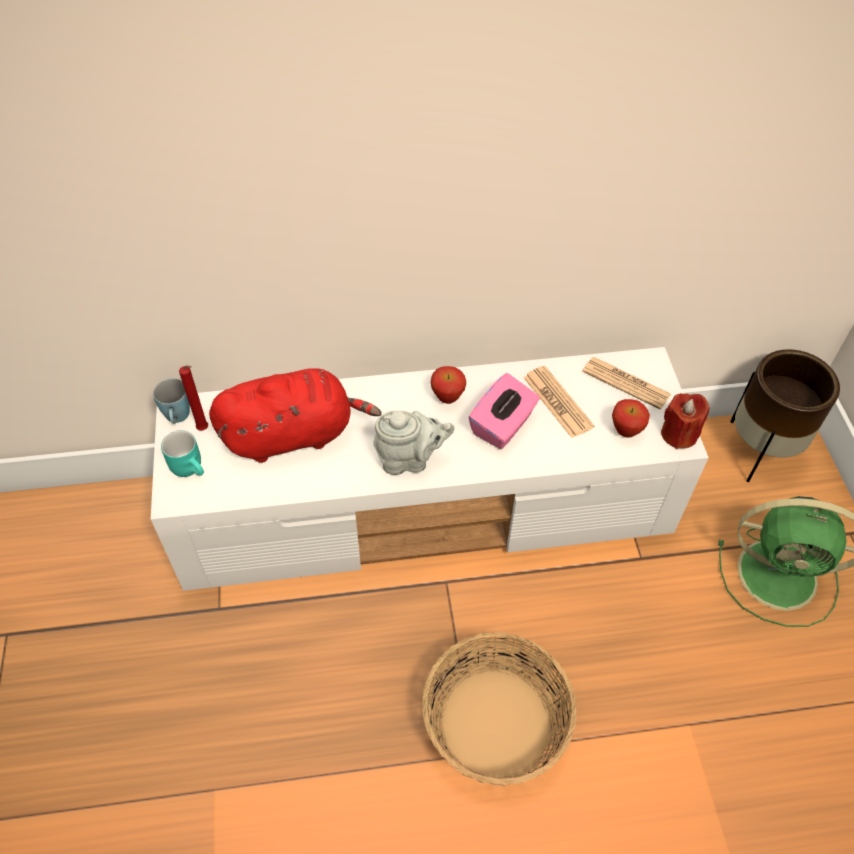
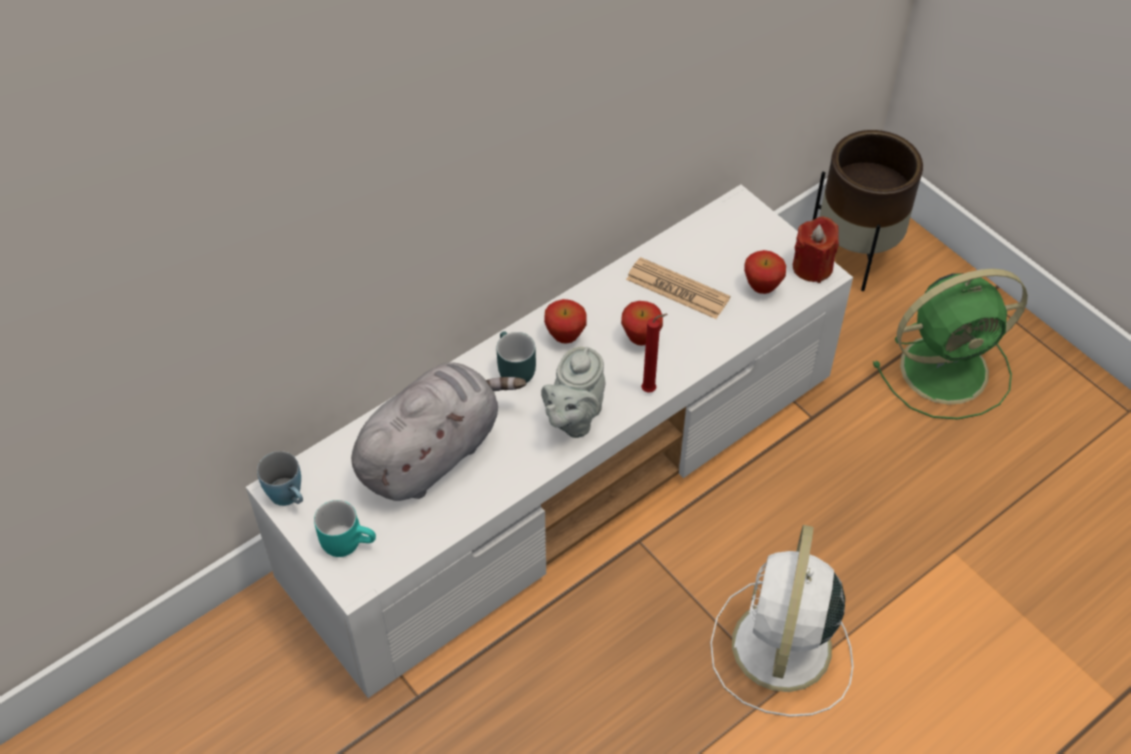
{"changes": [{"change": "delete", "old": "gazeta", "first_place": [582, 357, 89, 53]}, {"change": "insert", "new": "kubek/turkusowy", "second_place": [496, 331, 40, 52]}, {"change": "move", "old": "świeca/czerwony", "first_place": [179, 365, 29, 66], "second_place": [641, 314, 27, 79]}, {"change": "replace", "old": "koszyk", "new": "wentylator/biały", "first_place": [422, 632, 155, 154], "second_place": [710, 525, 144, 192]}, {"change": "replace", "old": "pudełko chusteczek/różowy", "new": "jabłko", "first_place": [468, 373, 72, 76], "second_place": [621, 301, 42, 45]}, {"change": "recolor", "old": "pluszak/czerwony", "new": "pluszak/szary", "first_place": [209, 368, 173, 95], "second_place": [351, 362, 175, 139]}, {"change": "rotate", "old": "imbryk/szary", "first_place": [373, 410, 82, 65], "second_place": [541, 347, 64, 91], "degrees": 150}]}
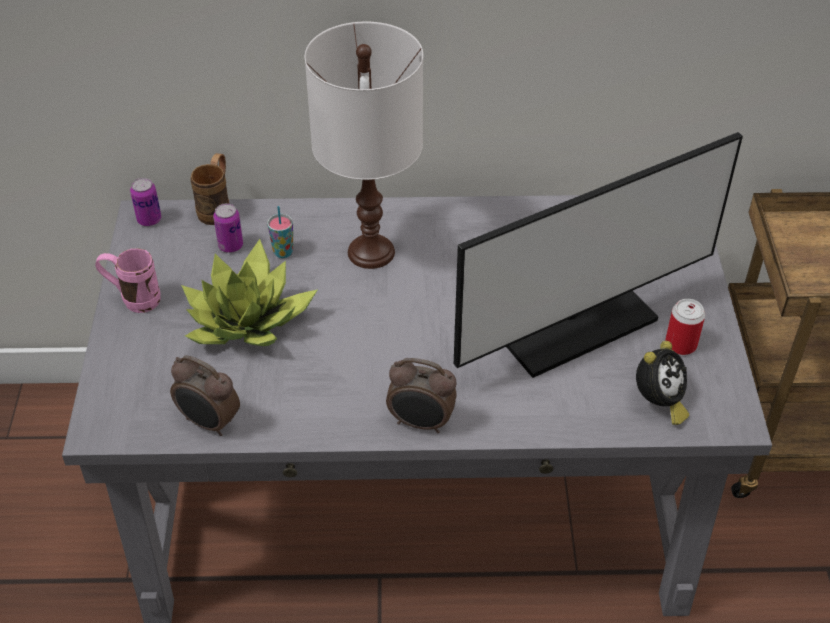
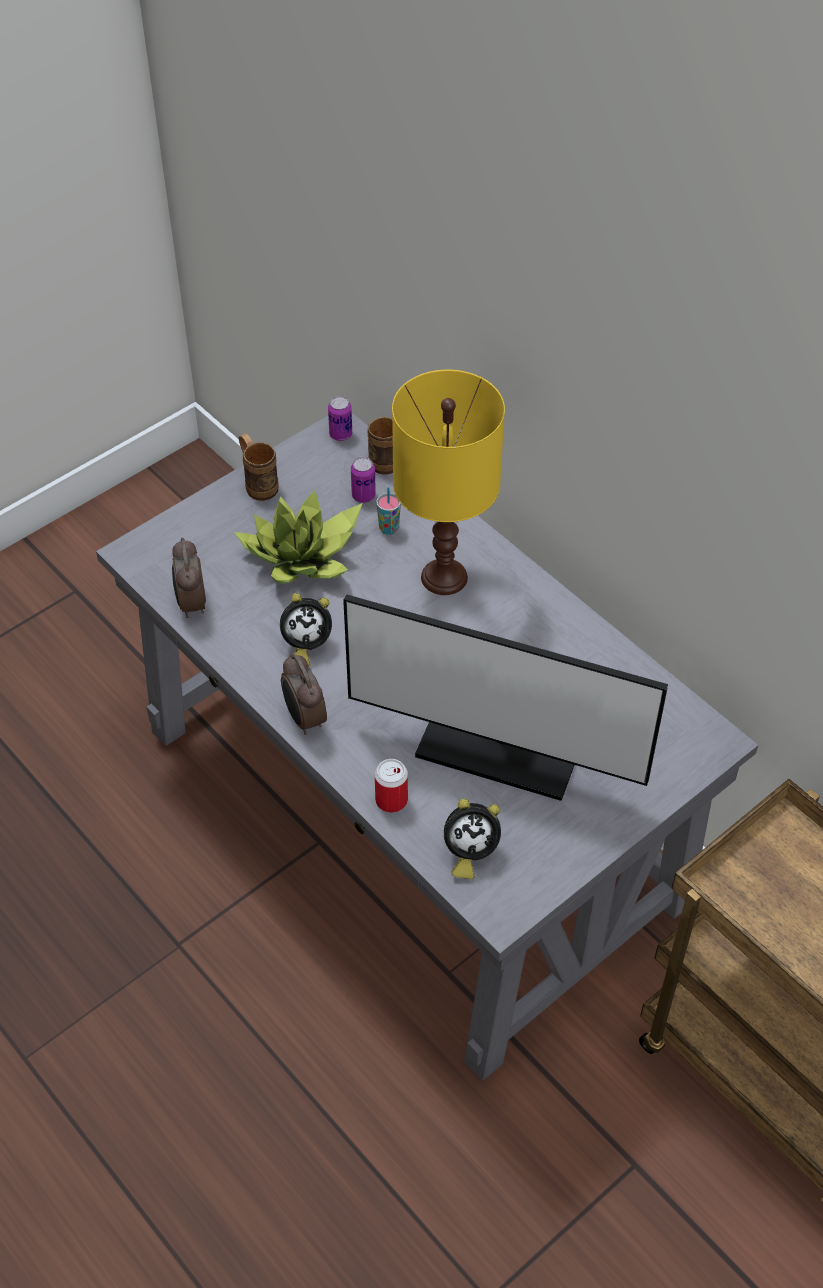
{"changes": [{"change": "insert", "new": "budzik", "second_place": [280, 593, 52, 74]}, {"change": "move", "old": "puszka", "first_place": [665, 299, 40, 56], "second_place": [375, 759, 33, 54]}, {"change": "recolor", "old": "kubek/różowy", "new": "kubek/brązowy", "first_place": [95, 248, 66, 65], "second_place": [239, 433, 40, 68]}, {"change": "recolor", "old": "lampa stołowa/biały", "new": "lampa stołowa/żółty", "first_place": [305, 22, 118, 247], "second_place": [392, 370, 113, 225]}]}
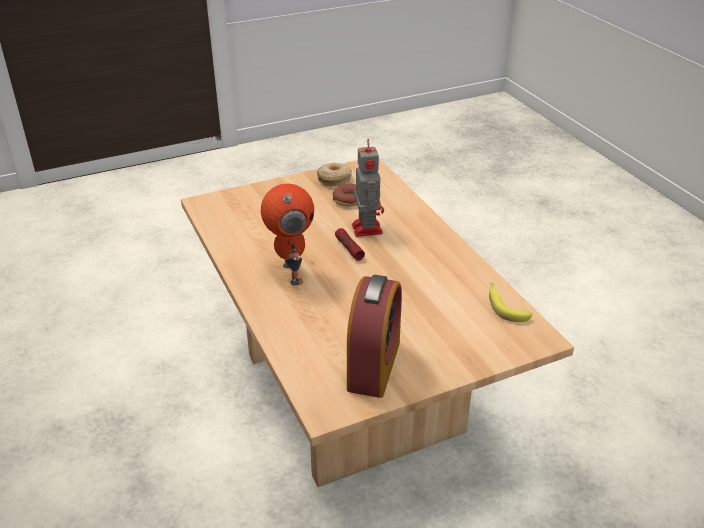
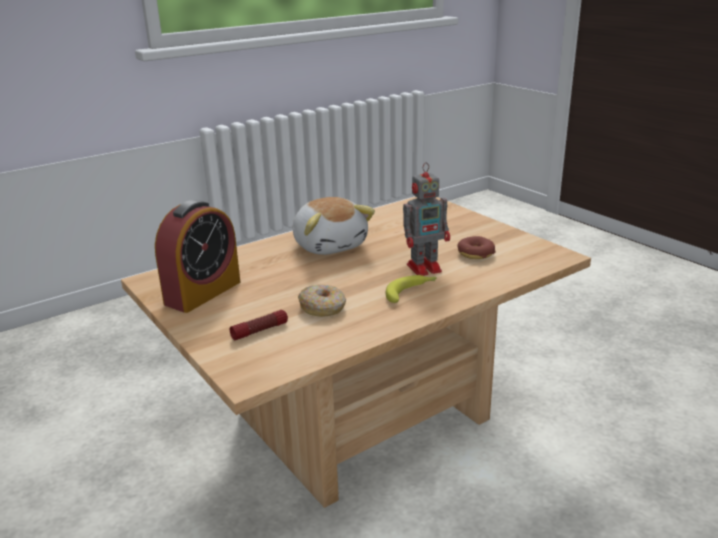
{"changes": [{"change": "move", "old": "donut", "first_place": [317, 163, 35, 23], "second_place": [298, 285, 48, 32]}, {"change": "move", "old": "latarka", "first_place": [335, 228, 30, 33], "second_place": [230, 310, 58, 30]}, {"change": "move", "old": "banan", "first_place": [489, 282, 43, 40], "second_place": [386, 275, 51, 28]}, {"change": "replace", "old": "robot zabawkowy", "new": "pluszak", "first_place": [261, 184, 53, 102], "second_place": [293, 197, 82, 58]}, {"change": "rotate", "old": "budzik", "first_place": [347, 275, 55, 123], "second_place": [155, 200, 85, 113], "degrees": -60}]}
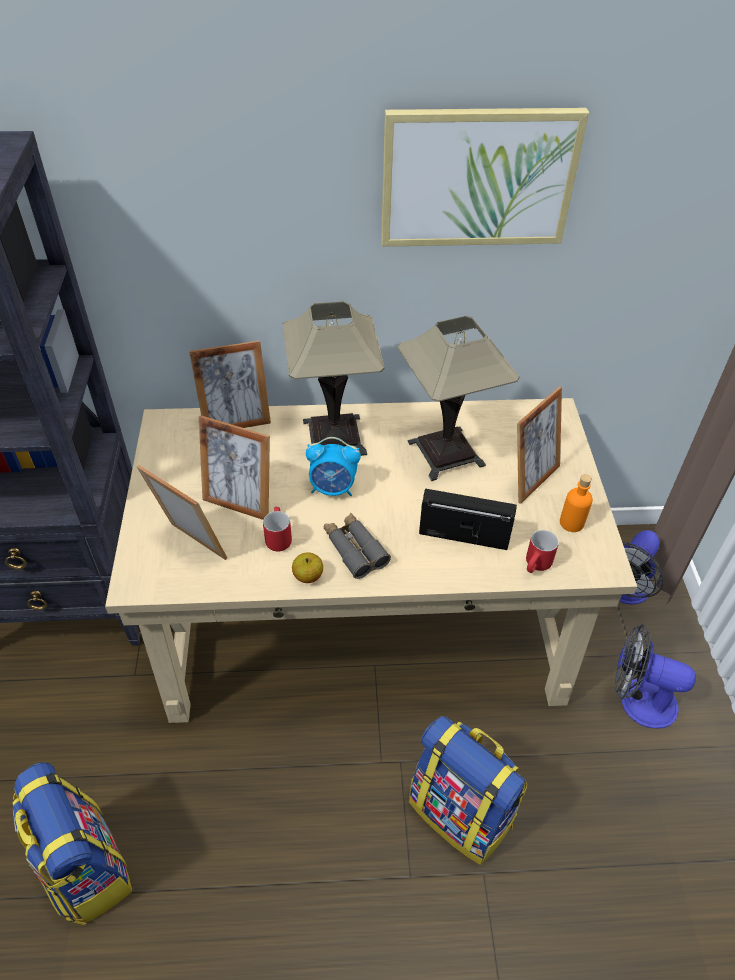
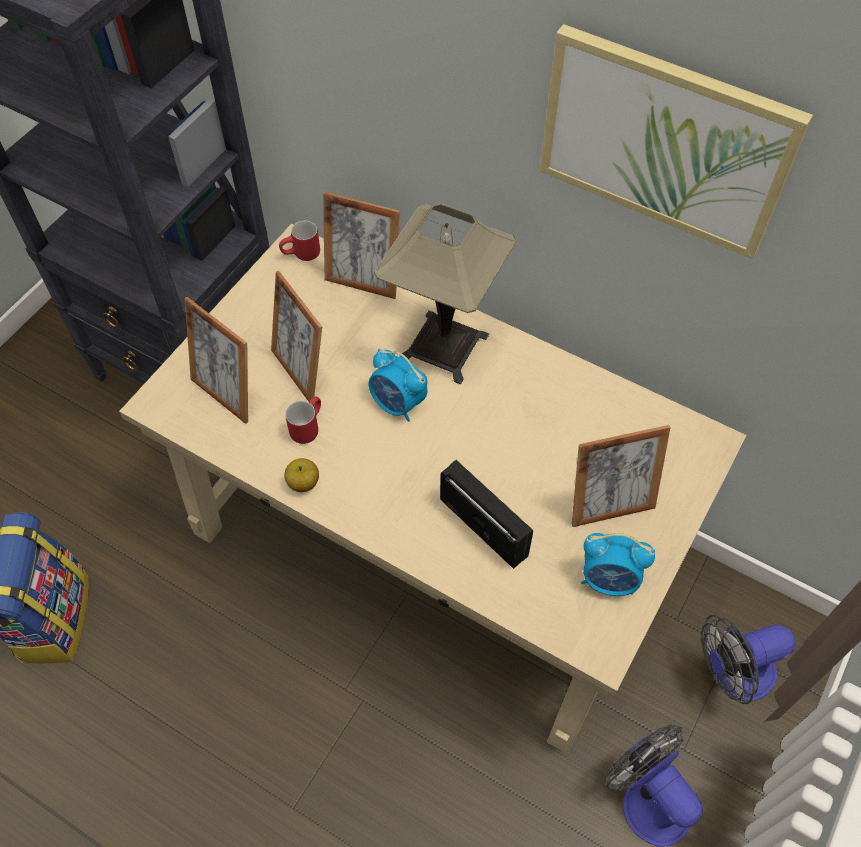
{"changes": [{"change": "delete", "old": "lornetka/szary", "first_place": [324, 513, 67, 66]}, {"change": "delete", "old": "lampa stołowa", "first_place": [397, 316, 123, 165]}, {"change": "delete", "old": "plecak", "first_place": [409, 716, 118, 149]}, {"change": "move", "old": "kubek/czerwony", "first_place": [526, 530, 33, 43], "second_place": [279, 221, 41, 40]}, {"change": "replace", "old": "butelka/pomarańczowy", "new": "budzik", "first_place": [560, 474, 33, 58], "second_place": [581, 533, 74, 63]}, {"change": "rotate", "old": "ramka na zdjęcie", "first_place": [137, 465, 90, 95], "second_place": [185, 297, 63, 127], "degrees": 150}]}
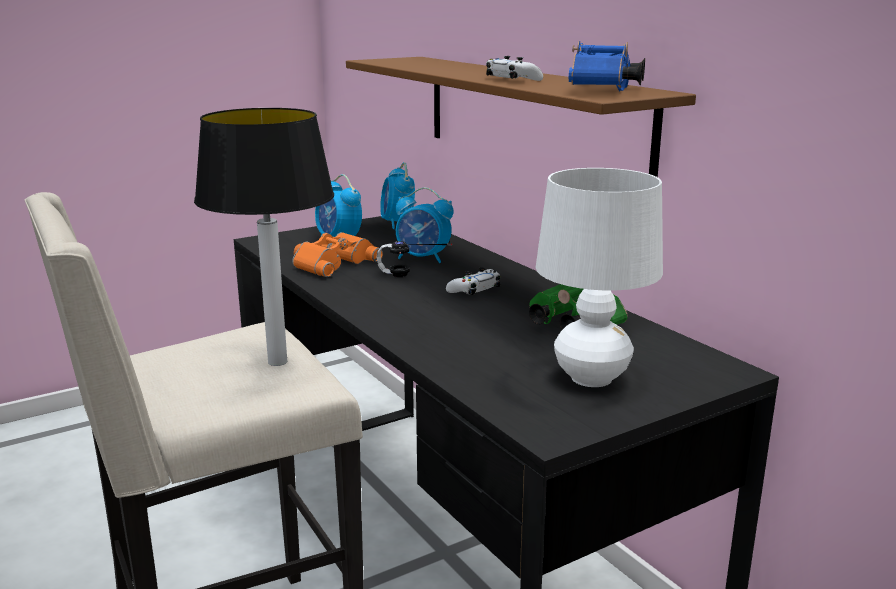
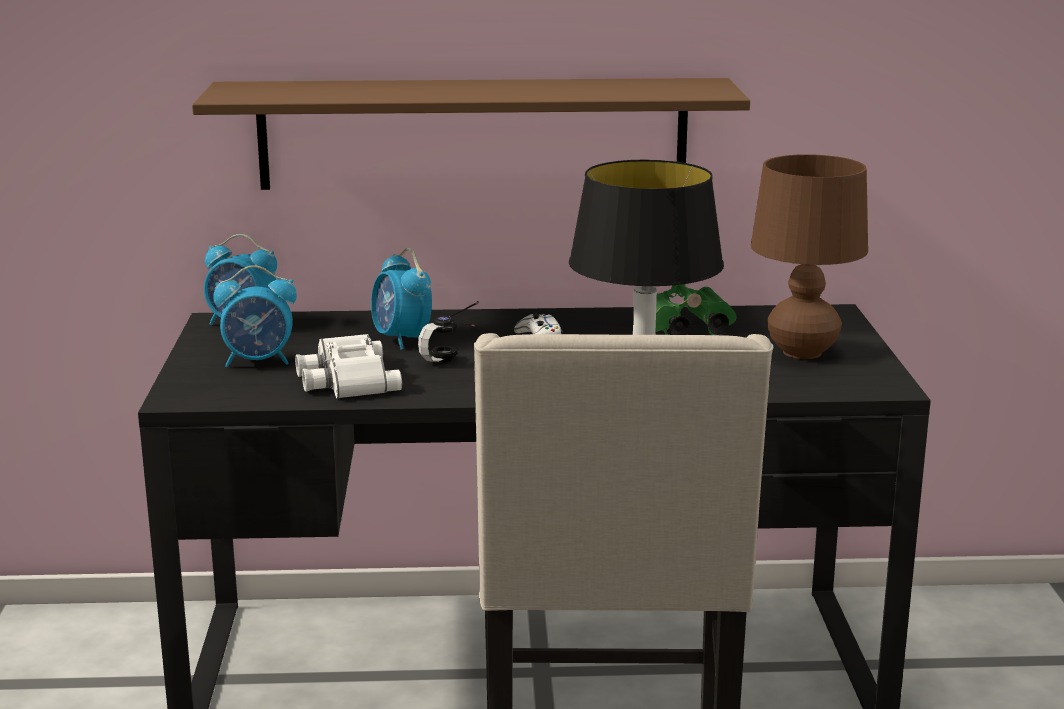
{"changes": [{"change": "delete", "old": "pad do gier/biały", "first_place": [486, 56, 57, 25]}, {"change": "delete", "old": "lornetka/niebieski", "first_place": [569, 41, 76, 51]}, {"change": "recolor", "old": "lornetka/pomarańczowy", "new": "lornetka/biały", "first_place": [292, 232, 91, 45], "second_place": [295, 334, 107, 65]}, {"change": "recolor", "old": "lampa stołowa/biały", "new": "lampa stołowa/brązowy", "first_place": [535, 168, 128, 219], "second_place": [751, 154, 117, 205]}, {"change": "rotate", "old": "budzik", "first_place": [396, 187, 58, 76], "second_place": [371, 248, 61, 101], "degrees": 105}]}
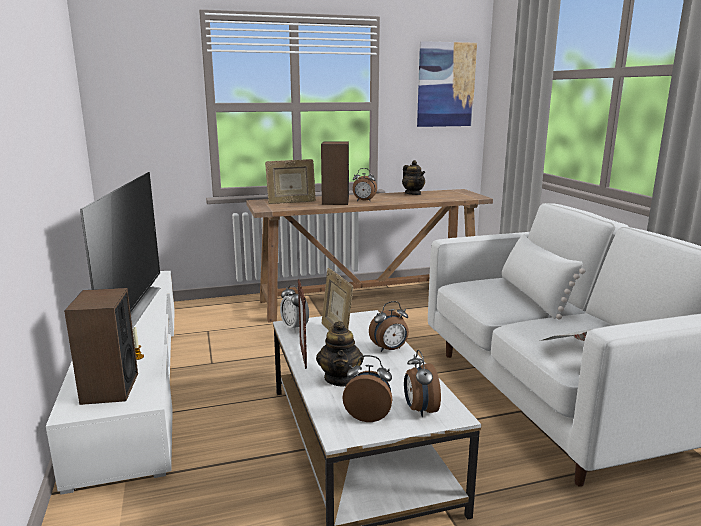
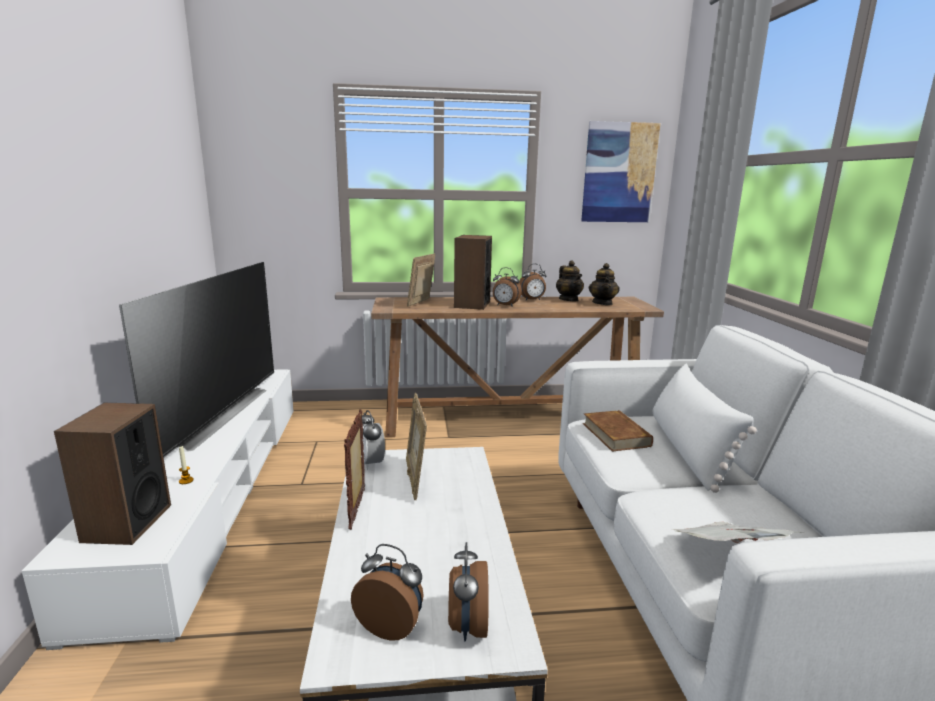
{"changes": [{"change": "insert", "new": "książka/brązowy", "second_place": [583, 410, 70, 42]}, {"change": "move", "old": "imbryk", "first_place": [316, 321, 48, 65], "second_place": [589, 263, 31, 42]}, {"change": "move", "old": "budzik", "first_place": [369, 301, 40, 51], "second_place": [519, 264, 28, 36]}, {"change": "rotate", "old": "ramka na zdjęcie", "first_place": [265, 159, 51, 45], "second_place": [407, 254, 28, 53], "degrees": 105}]}
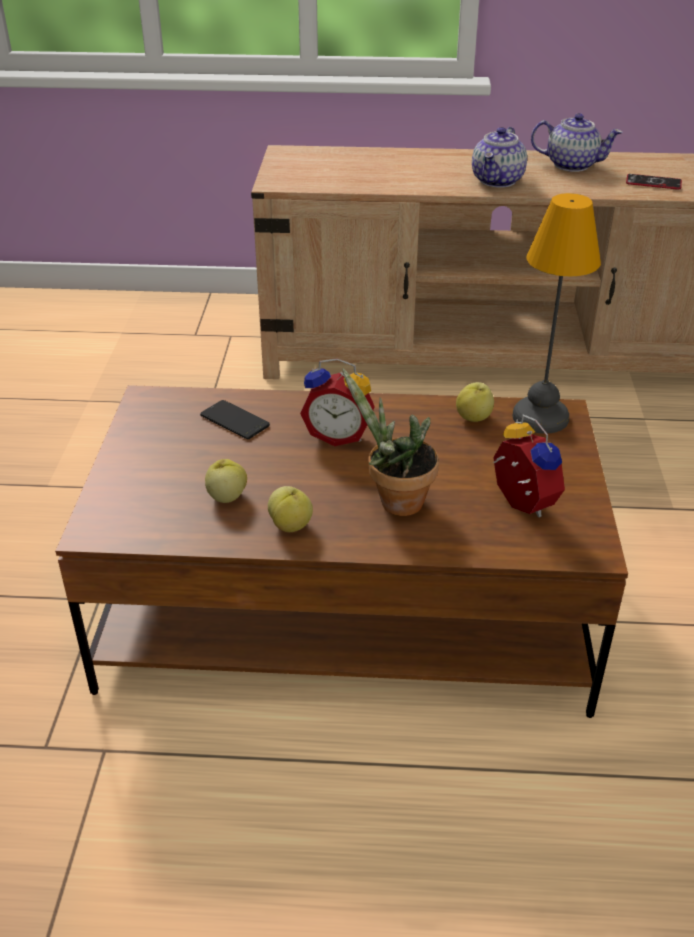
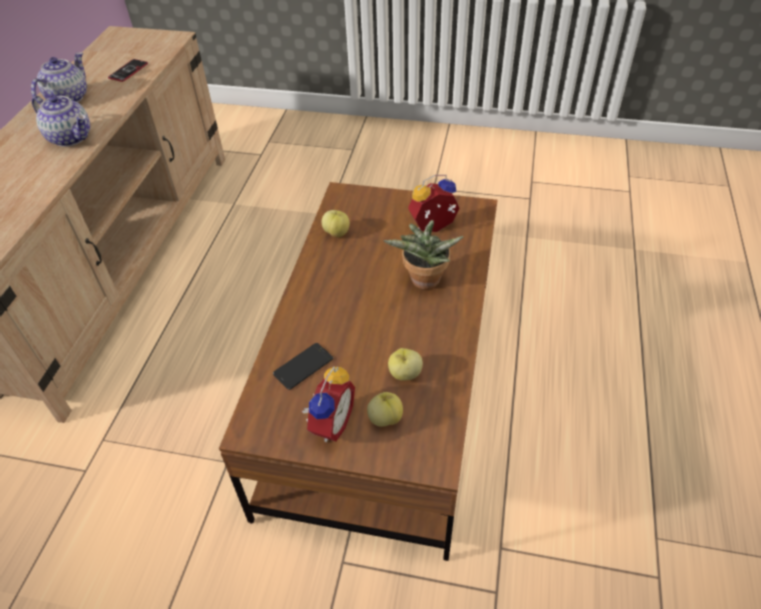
{"changes": [{"change": "delete", "old": "lampa stołowa", "first_place": [513, 193, 88, 241]}, {"change": "move", "old": "jabłko", "first_place": [268, 486, 45, 46], "second_place": [367, 392, 36, 35]}, {"change": "move", "old": "budzik", "first_place": [300, 358, 75, 88], "second_place": [302, 367, 53, 75]}]}
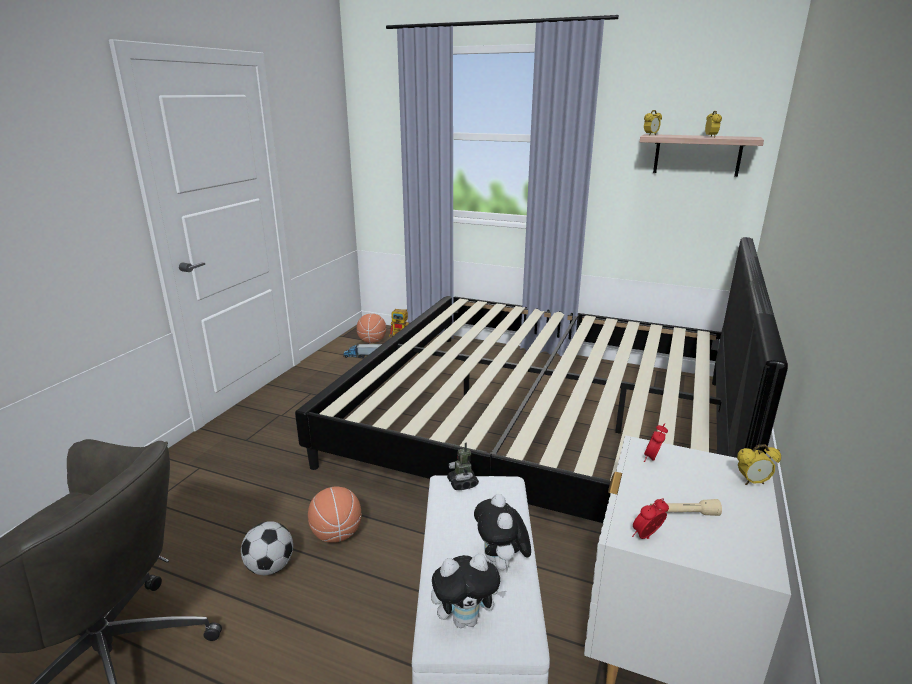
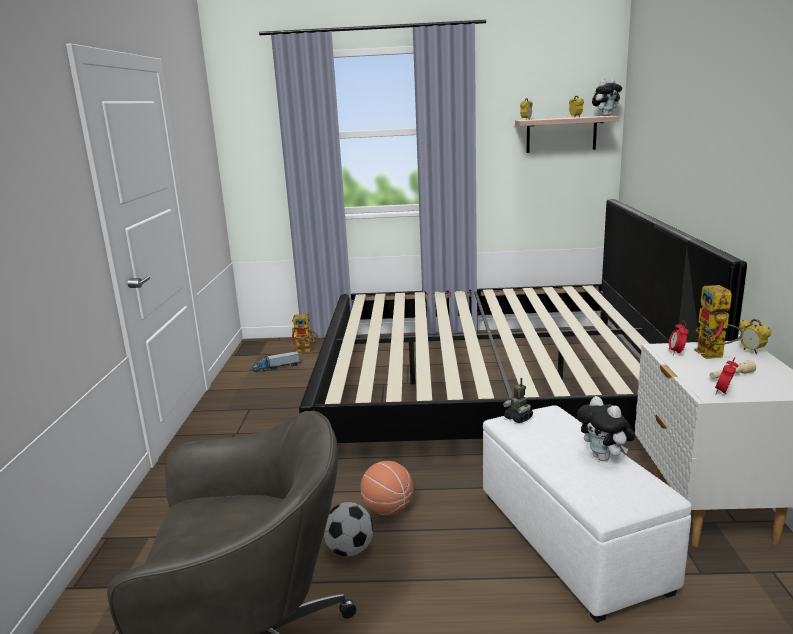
{"changes": [{"change": "delete", "old": "piłka do koszykówki", "first_place": [357, 314, 29, 29]}, {"change": "insert", "new": "robot zabawkowy", "second_place": [694, 285, 49, 74]}, {"change": "move", "old": "pluszak", "first_place": [431, 554, 75, 74], "second_place": [592, 79, 30, 37]}, {"change": "rotate", "old": "budzik", "first_place": [737, 444, 44, 41], "second_place": [739, 319, 32, 35], "degrees": 90}]}
